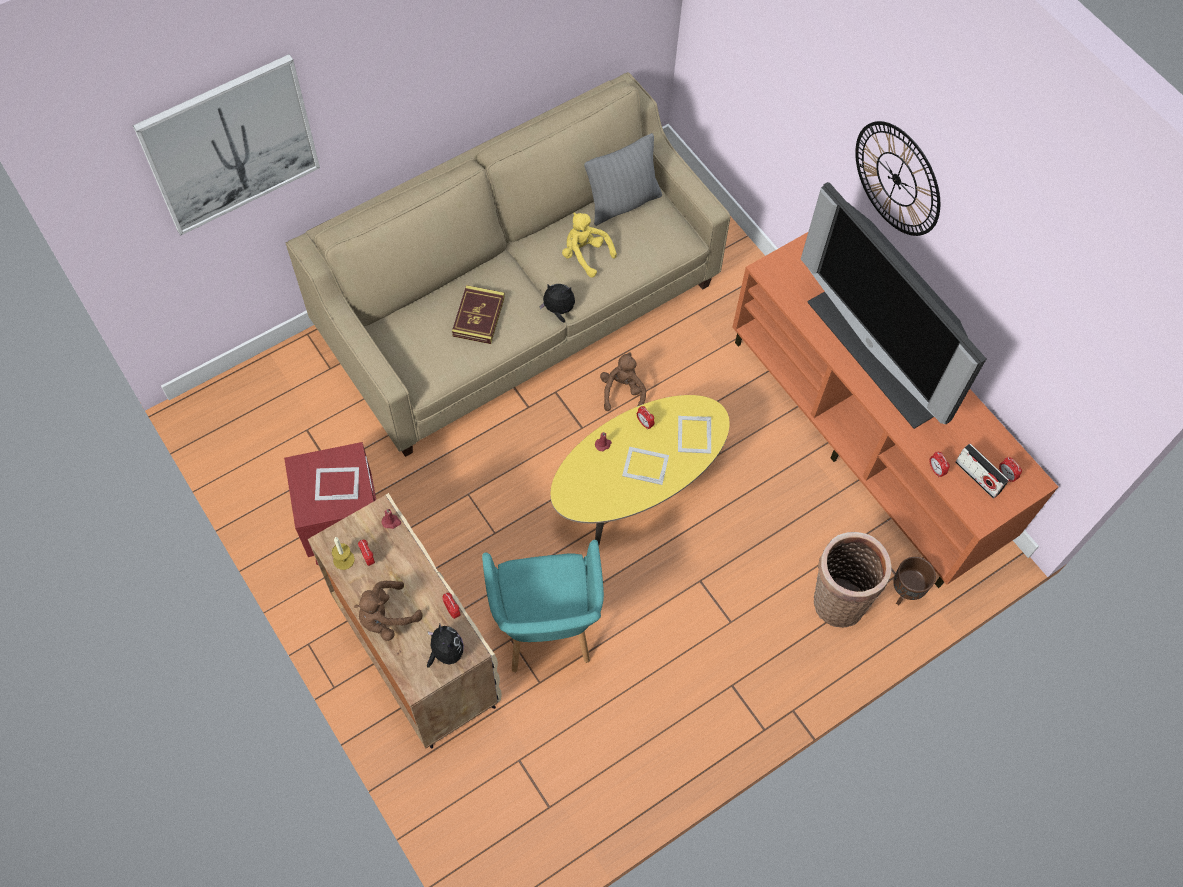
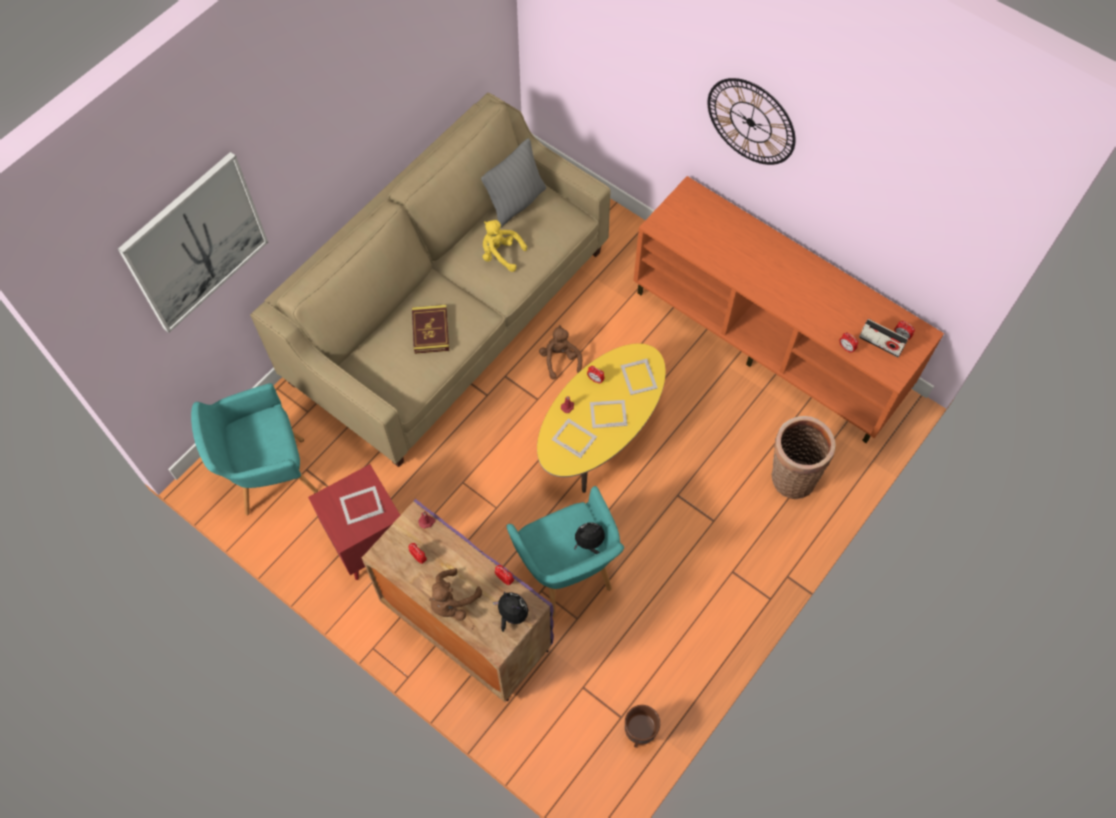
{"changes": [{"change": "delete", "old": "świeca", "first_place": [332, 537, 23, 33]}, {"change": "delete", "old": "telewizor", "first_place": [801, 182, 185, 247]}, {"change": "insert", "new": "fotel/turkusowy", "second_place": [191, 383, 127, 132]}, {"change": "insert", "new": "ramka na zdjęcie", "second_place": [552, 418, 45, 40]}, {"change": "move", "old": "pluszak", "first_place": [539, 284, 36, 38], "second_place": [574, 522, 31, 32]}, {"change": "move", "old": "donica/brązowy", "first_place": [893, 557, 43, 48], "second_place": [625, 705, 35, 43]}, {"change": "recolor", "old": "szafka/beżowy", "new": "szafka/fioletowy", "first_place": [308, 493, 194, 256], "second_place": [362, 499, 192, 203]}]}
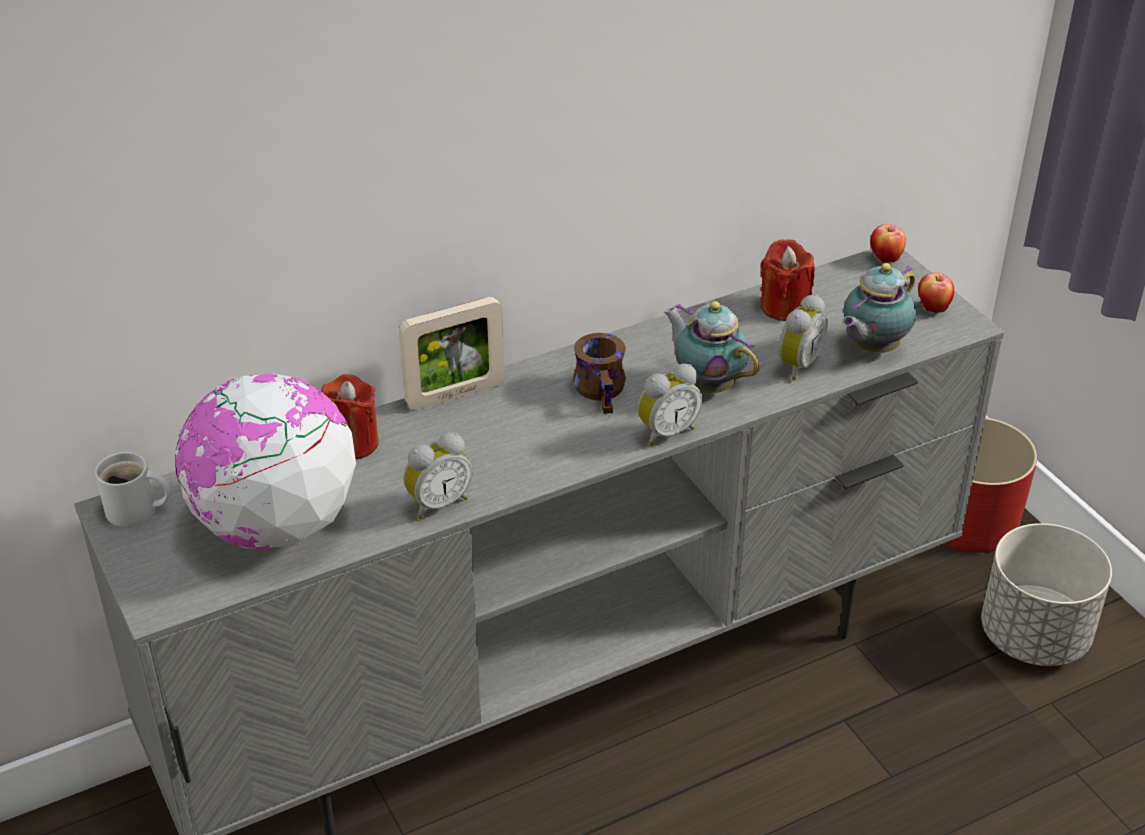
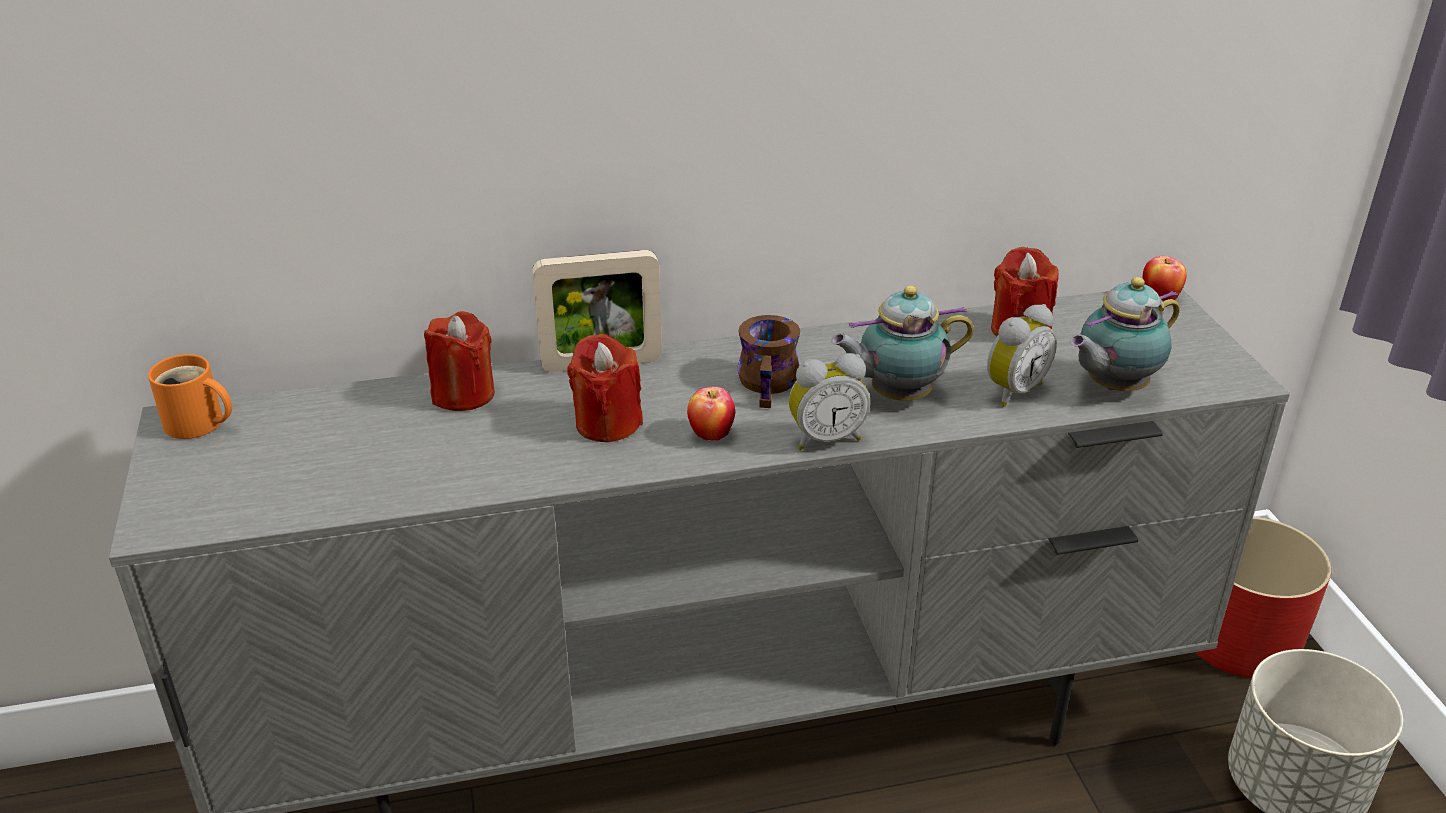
{"changes": [{"change": "delete", "old": "globus", "first_place": [175, 373, 181, 177]}, {"change": "delete", "old": "budzik", "first_place": [403, 432, 70, 88]}, {"change": "insert", "new": "świeca/czerwony", "second_place": [567, 334, 76, 108]}, {"change": "move", "old": "jabłko", "first_place": [918, 272, 36, 41], "second_place": [687, 387, 48, 54]}, {"change": "recolor", "old": "kubek/biały", "new": "kubek/pomarańczowy", "first_place": [95, 452, 75, 75], "second_place": [148, 354, 84, 85]}, {"change": "rotate", "old": "imbryk", "first_place": [664, 301, 95, 92], "second_place": [831, 286, 143, 115], "degrees": -75}]}
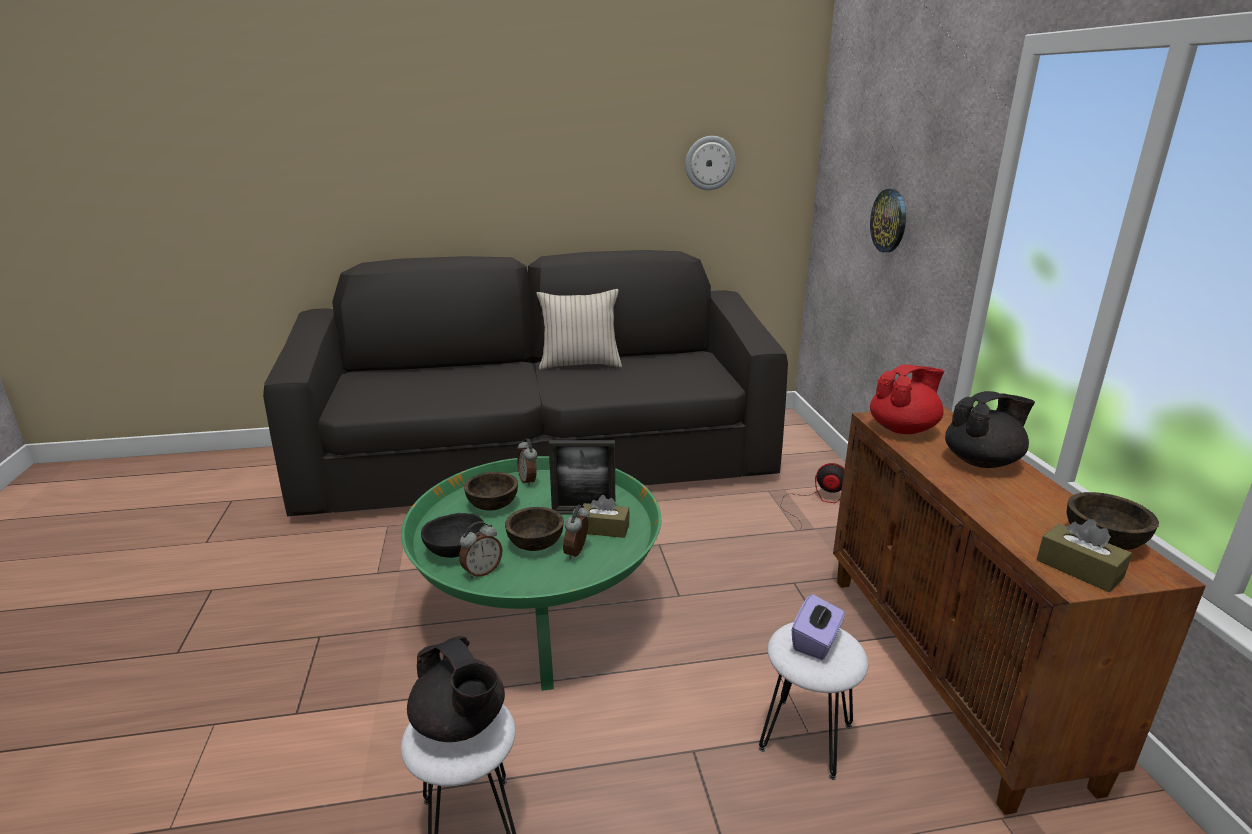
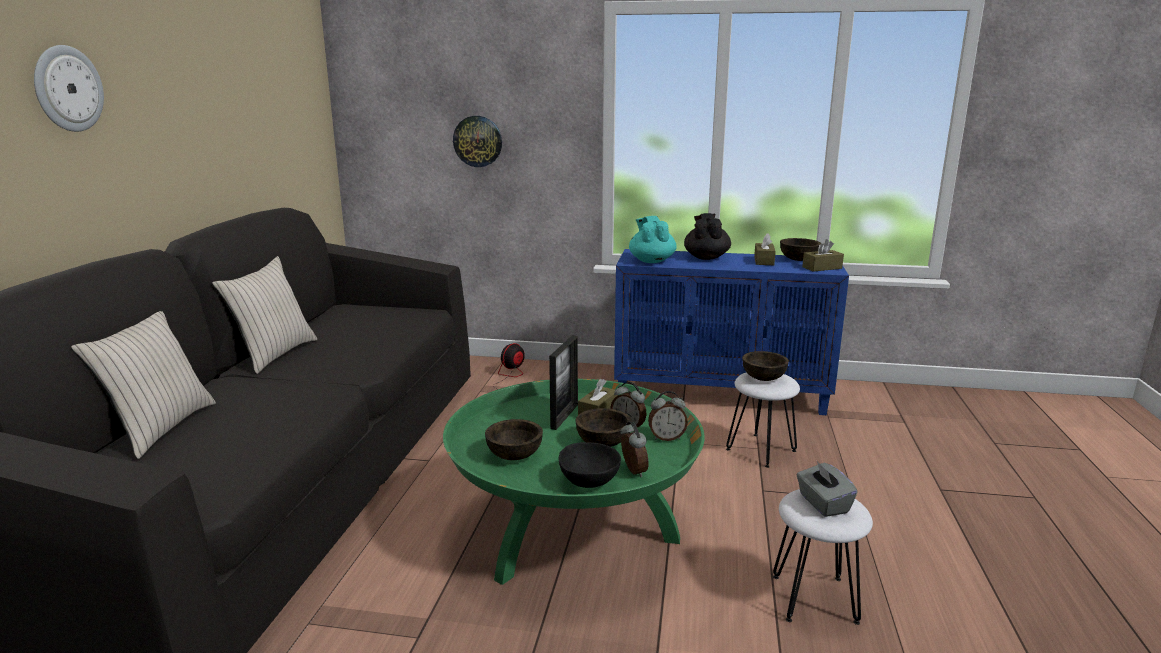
{"changes": [{"change": "insert", "new": "poduszka/beżowy", "second_place": [71, 311, 145, 148]}, {"change": "insert", "new": "pudełko chusteczek/brązowy", "second_place": [754, 233, 22, 32]}, {"change": "move", "old": "budzik", "first_place": [517, 439, 21, 47], "second_place": [648, 391, 40, 50]}, {"change": "move", "old": "zegar ścienny", "first_place": [685, 136, 51, 54], "second_place": [34, 45, 70, 87]}, {"change": "replace", "old": "imbryk/czarny", "new": "pudełko chusteczek/szary", "first_place": [407, 636, 98, 106], "second_place": [797, 461, 61, 56]}, {"change": "replace", "old": "pudełko chusteczek/fioletowy", "new": "miska/brązowy", "first_place": [792, 594, 53, 66], "second_place": [742, 351, 47, 30]}, {"change": "recolor", "old": "szafka/brązowy", "new": "szafka/niebieski", "first_place": [833, 406, 373, 409], "second_place": [614, 249, 235, 166]}, {"change": "recolor", "old": "imbryk/czerwony", "new": "imbryk/turkusowy", "first_place": [870, 364, 74, 70], "second_place": [629, 216, 48, 47]}]}
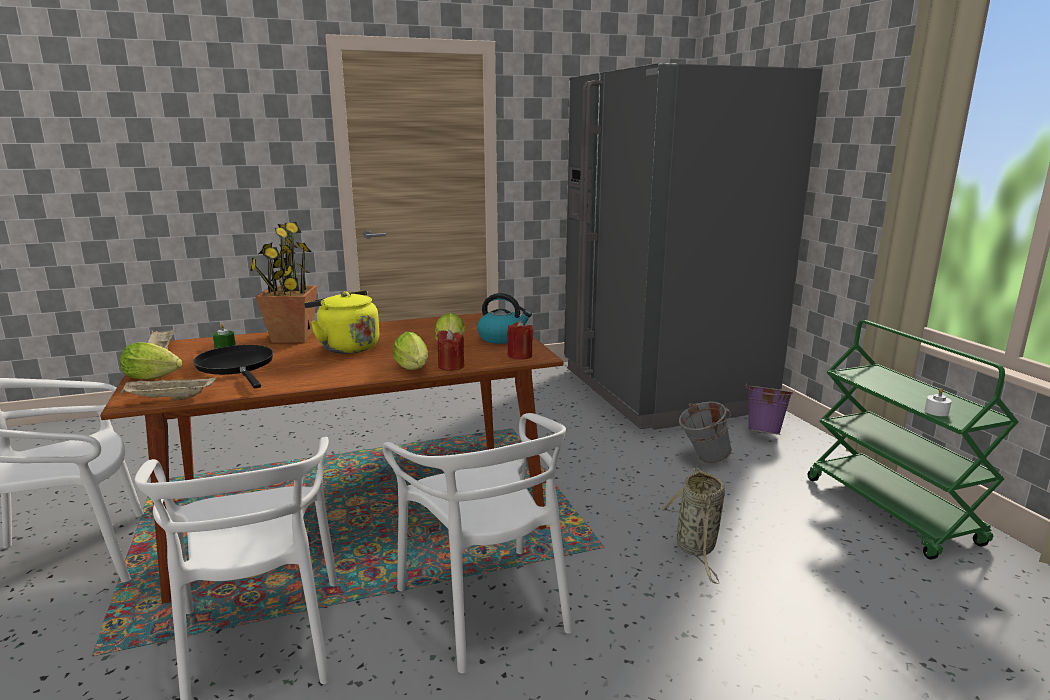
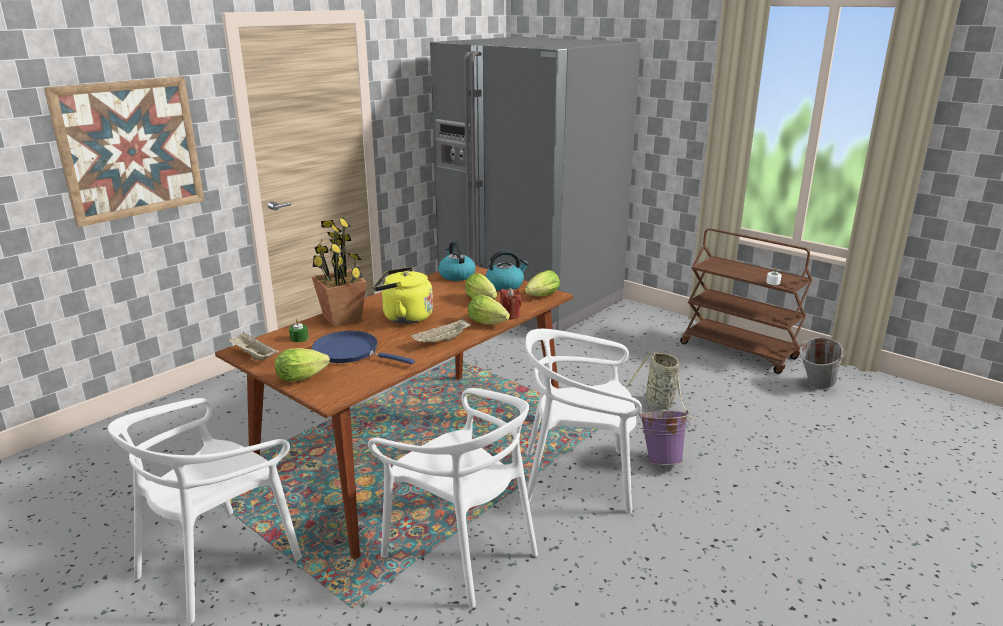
{"changes": [{"change": "insert", "new": "obraz", "second_place": [44, 76, 160, 151]}, {"change": "insert", "new": "czajnik", "second_place": [438, 241, 37, 40]}, {"change": "move", "old": "taca/beżowy", "first_place": [121, 376, 95, 25], "second_place": [411, 318, 60, 24]}, {"change": "move", "old": "wiadro/szary", "first_place": [679, 402, 53, 61], "second_place": [800, 337, 46, 52]}, {"change": "move", "old": "wiadro/fioletowy", "first_place": [745, 383, 50, 52], "second_place": [639, 410, 52, 55]}, {"change": "replace", "old": "świeca/czerwony", "new": "sałata", "first_place": [507, 320, 26, 39], "second_place": [525, 270, 35, 26]}, {"change": "recolor", "old": "patelnia/czarny", "new": "patelnia/niebieski", "first_place": [193, 345, 80, 43], "second_place": [312, 331, 103, 33]}, {"change": "recolor", "old": "wózek/zielony", "new": "wózek/brązowy", "first_place": [808, 320, 211, 240], "second_place": [680, 228, 132, 146]}, {"change": "rotate", "old": "krzesło/biały", "first_place": [382, 413, 190, 260], "second_place": [526, 329, 116, 184], "degrees": 150}]}
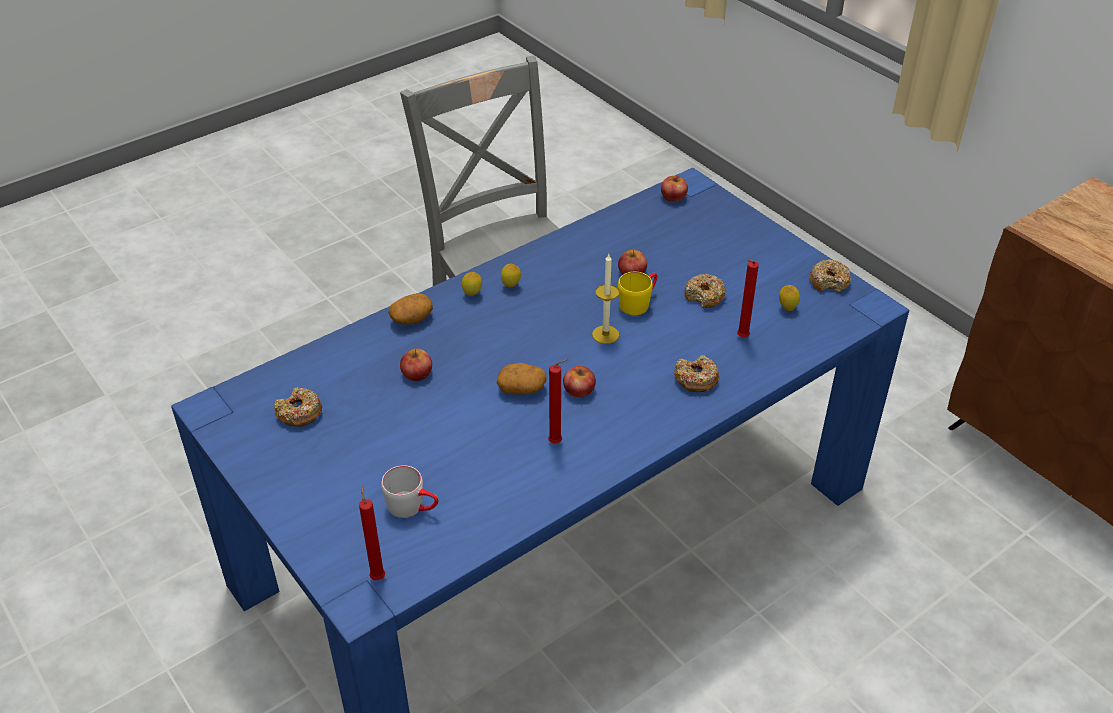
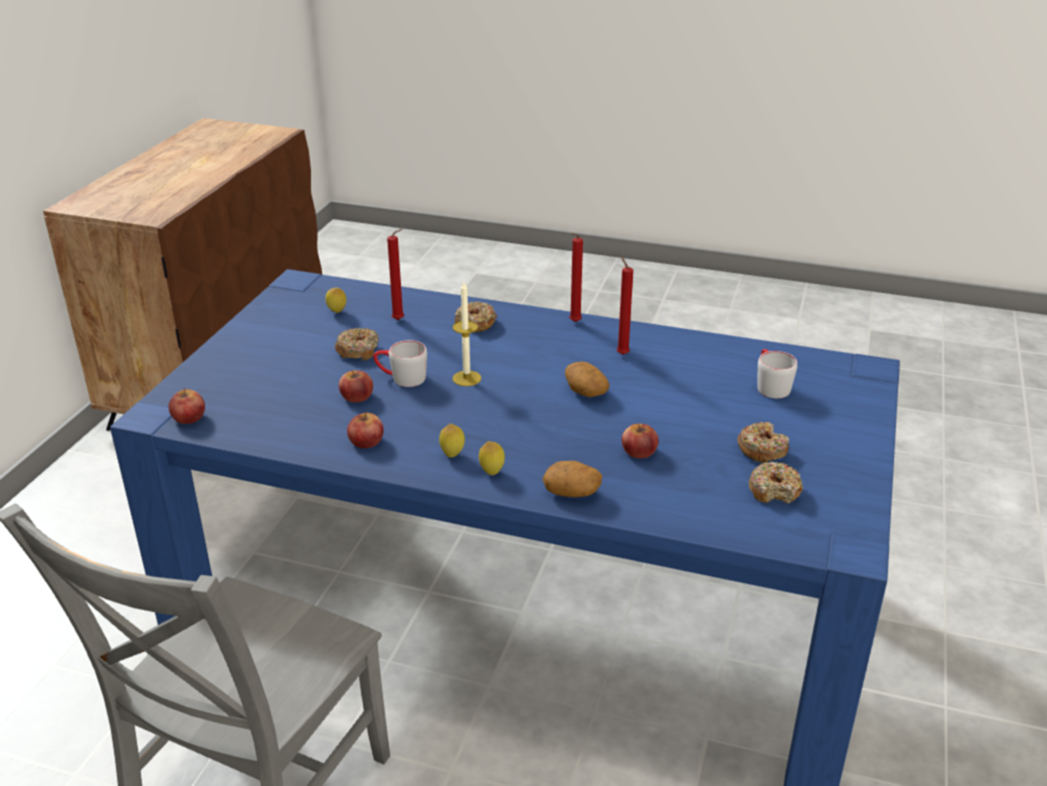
{"changes": [{"change": "move", "old": "świeca/czerwony", "first_place": [359, 485, 26, 95], "second_place": [569, 233, 14, 89]}, {"change": "move", "old": "jabłko", "first_place": [563, 366, 33, 32], "second_place": [347, 412, 37, 36]}, {"change": "move", "old": "donut", "first_place": [810, 260, 41, 32], "second_place": [737, 422, 52, 41]}, {"change": "recolor", "old": "kubek/żółty", "new": "kubek/szary", "first_place": [618, 272, 39, 43], "second_place": [373, 340, 54, 47]}]}
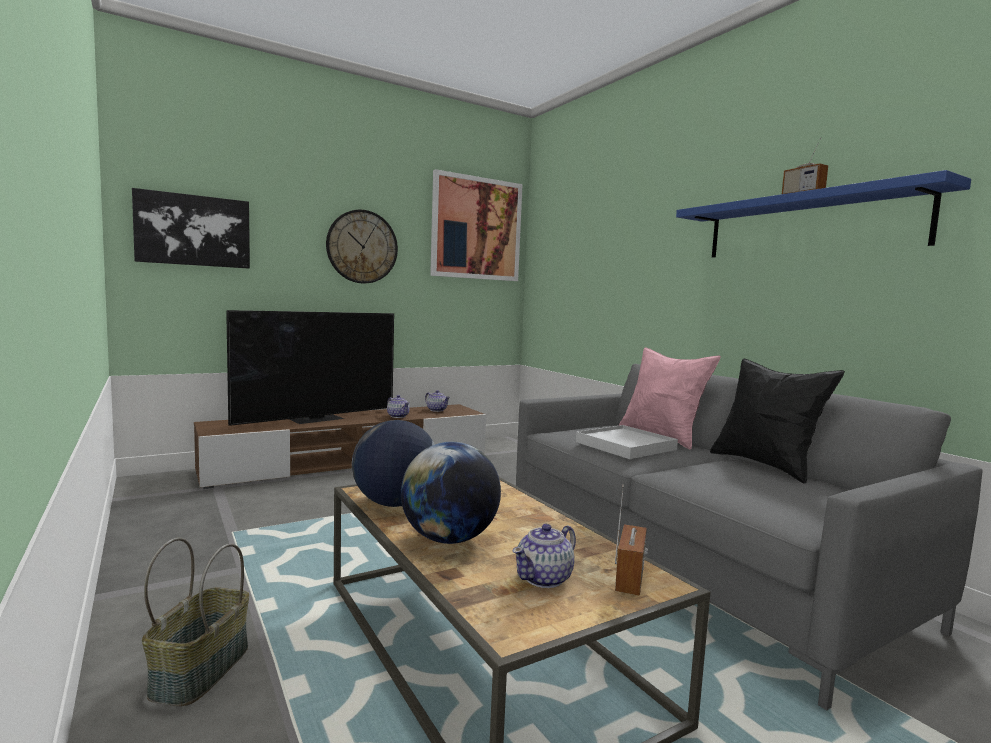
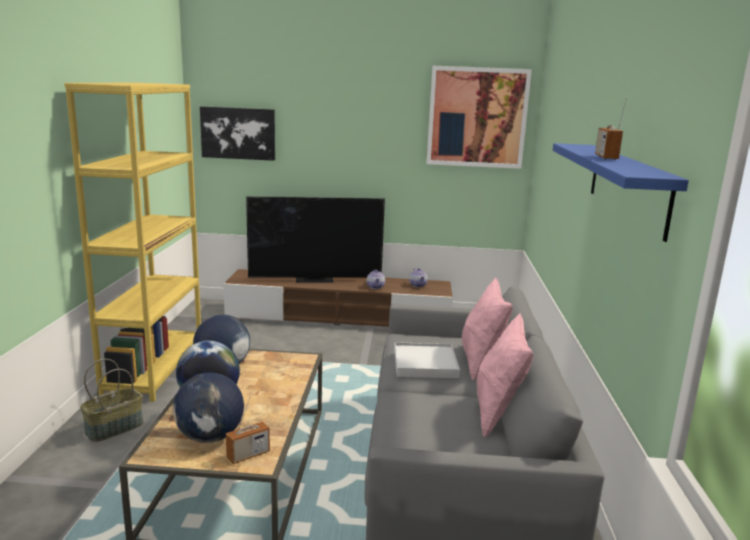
{"changes": [{"change": "delete", "old": "zegar ścienny", "first_place": [326, 210, 72, 73]}, {"change": "insert", "new": "regał/żółty", "second_place": [64, 83, 137, 319]}, {"change": "replace", "old": "imbryk", "new": "globus", "first_place": [512, 524, 64, 64], "second_place": [173, 372, 71, 71]}, {"change": "recolor", "old": "poduszka/czarny", "new": "poduszka/różowy", "first_place": [710, 358, 135, 126], "second_place": [476, 313, 58, 124]}]}
